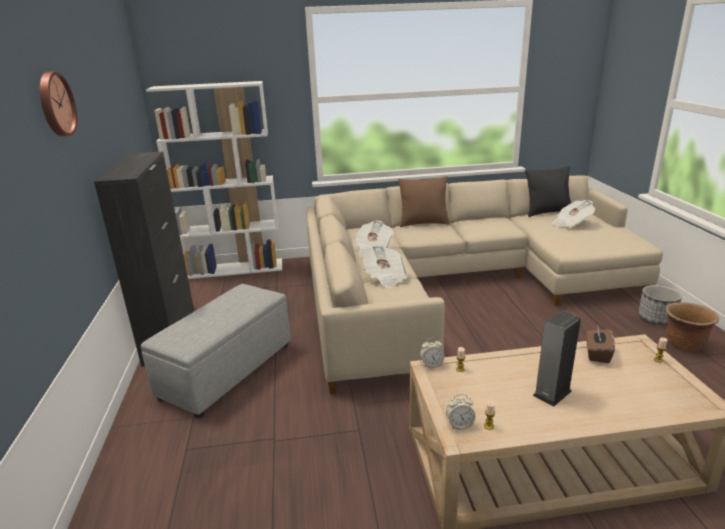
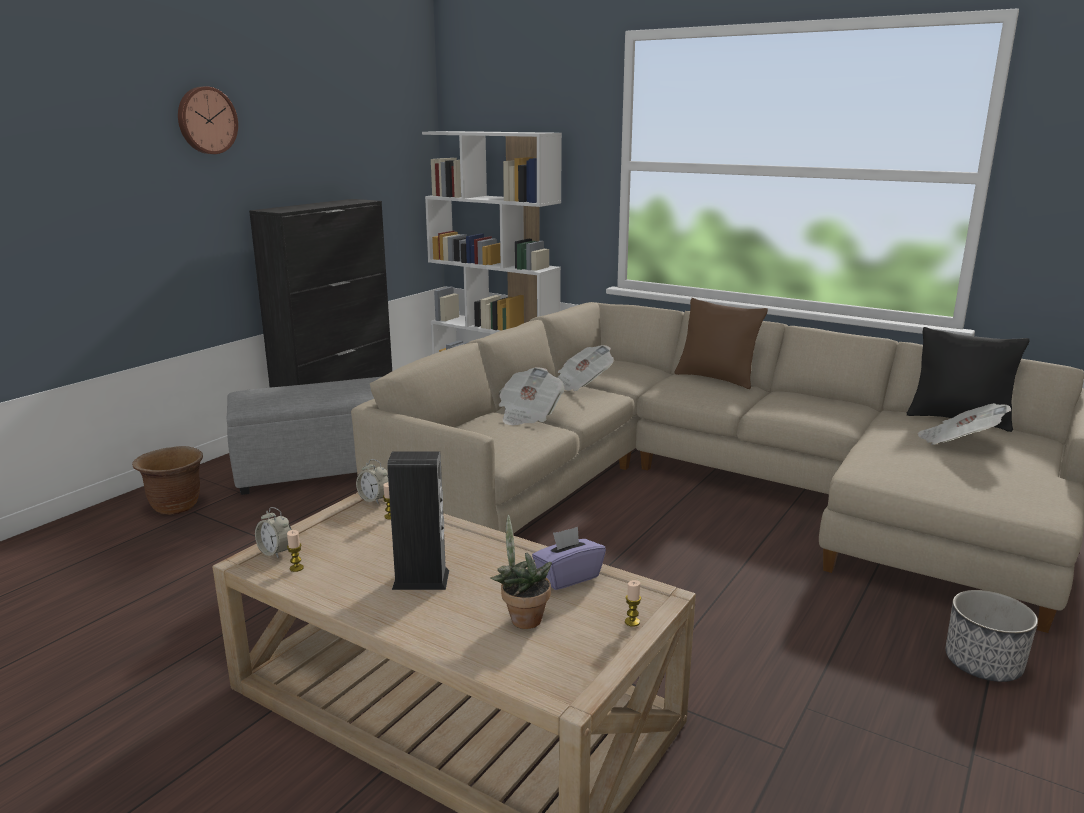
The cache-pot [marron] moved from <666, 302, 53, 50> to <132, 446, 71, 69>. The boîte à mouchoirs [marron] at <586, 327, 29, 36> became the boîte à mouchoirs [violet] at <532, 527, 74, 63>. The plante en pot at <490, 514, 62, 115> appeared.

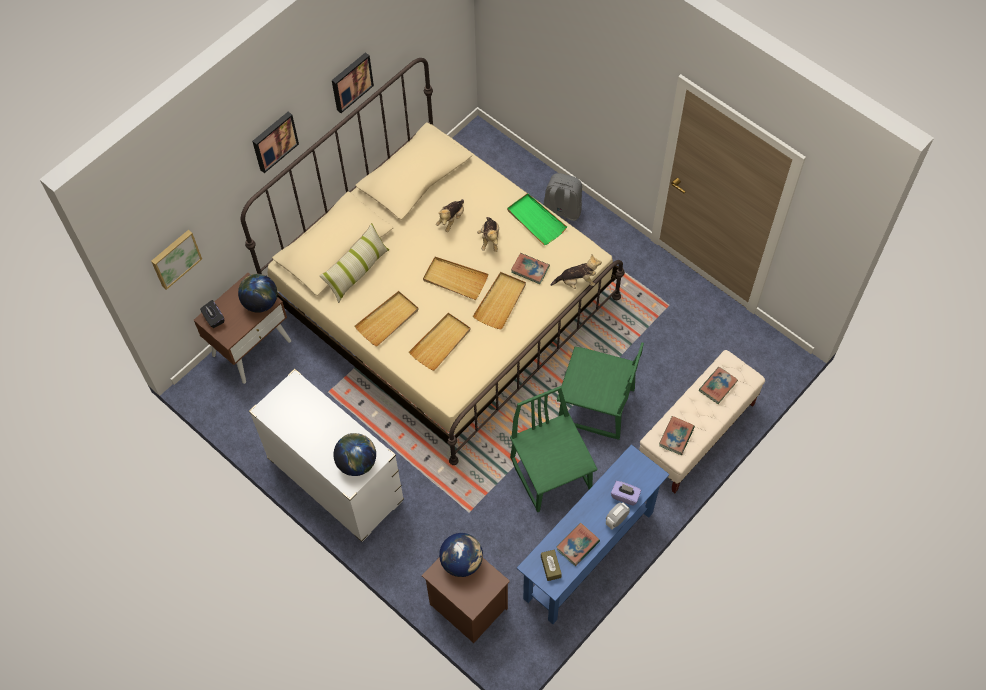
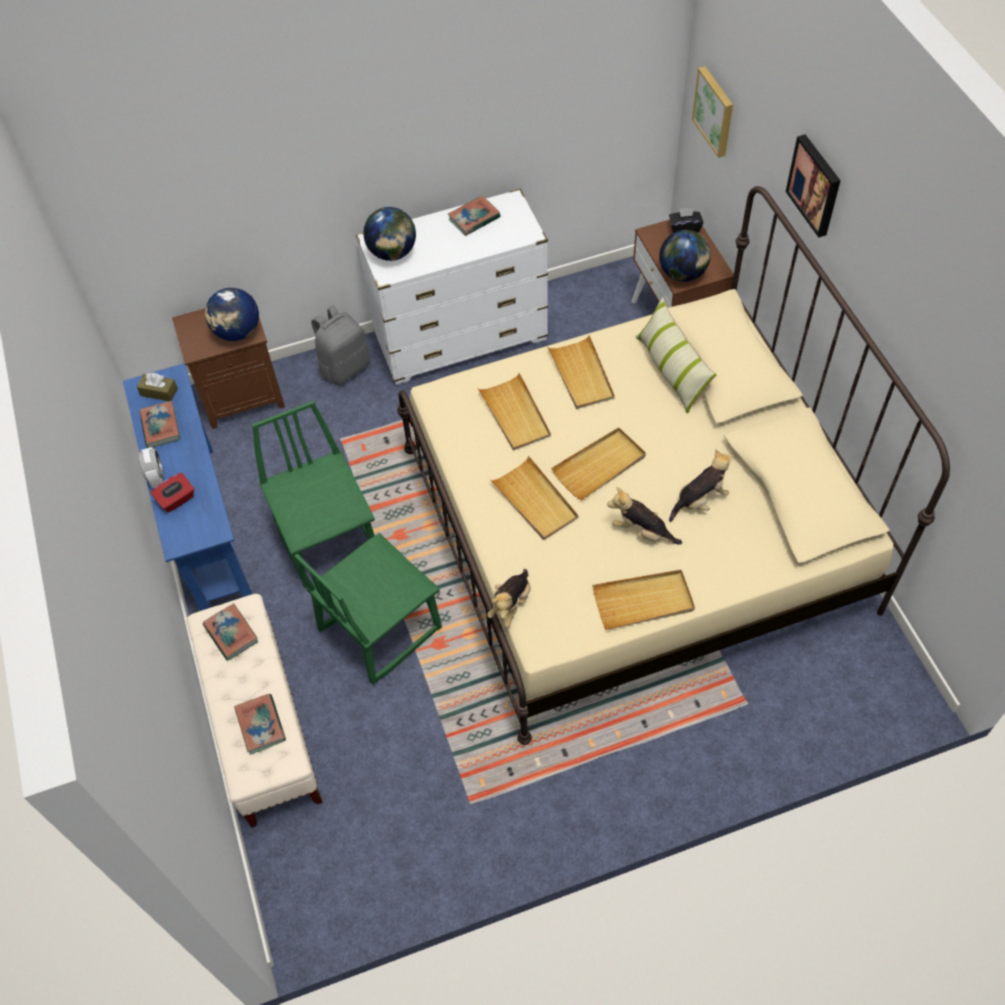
The tableau at <332, 52, 42, 61> disappeared. The sac à dos [gris] moved from <543, 173, 39, 48> to <311, 305, 59, 80>. The plateau [vert] at <507, 193, 60, 52> became the plateau [beige] at <592, 570, 103, 60>. The peluche at <436, 199, 28, 33> turned 90 degrees clockwise. The livre moved from <511, 253, 39, 31> to <448, 195, 52, 41>. The chaise [vert] at <510, 386, 87, 127> turned 120 degrees counterclockwise. The boîte à mouchoirs [violet] at <611, 481, 30, 25> became the boîte à mouchoirs [rouge] at <151, 473, 43, 40>.

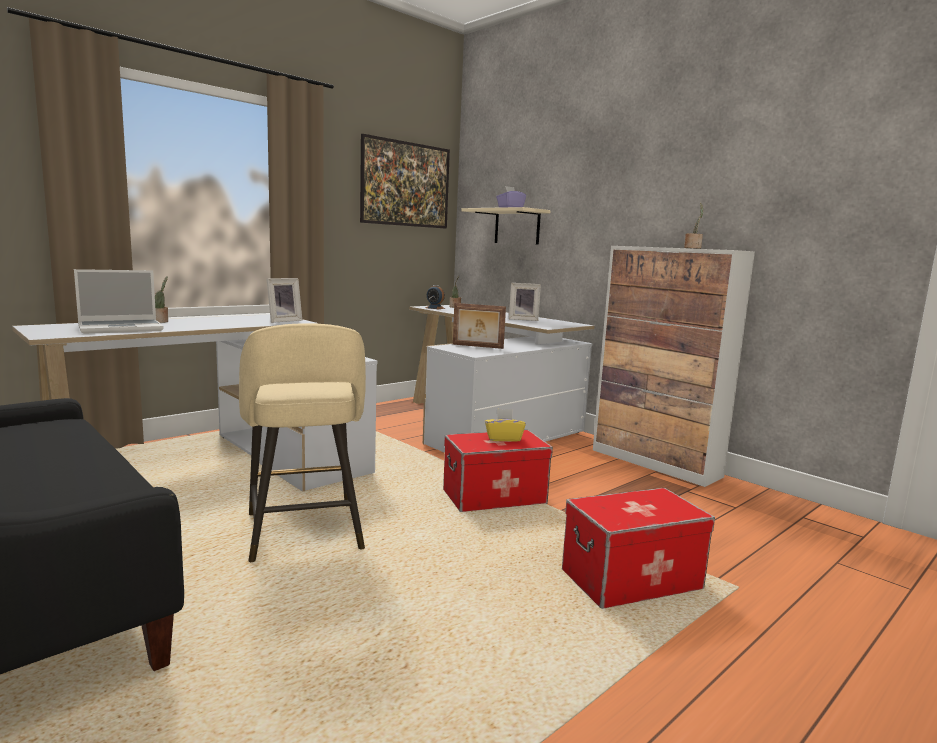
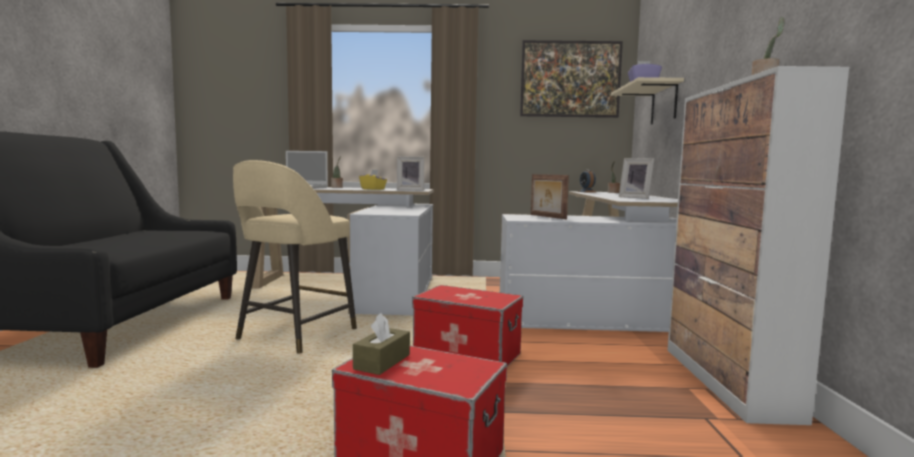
The boîte à mouchoirs [jaune] moved from <485, 409, 41, 33> to <359, 170, 28, 20>. The boîte à mouchoirs [marron] at <353, 313, 57, 62> appeared.

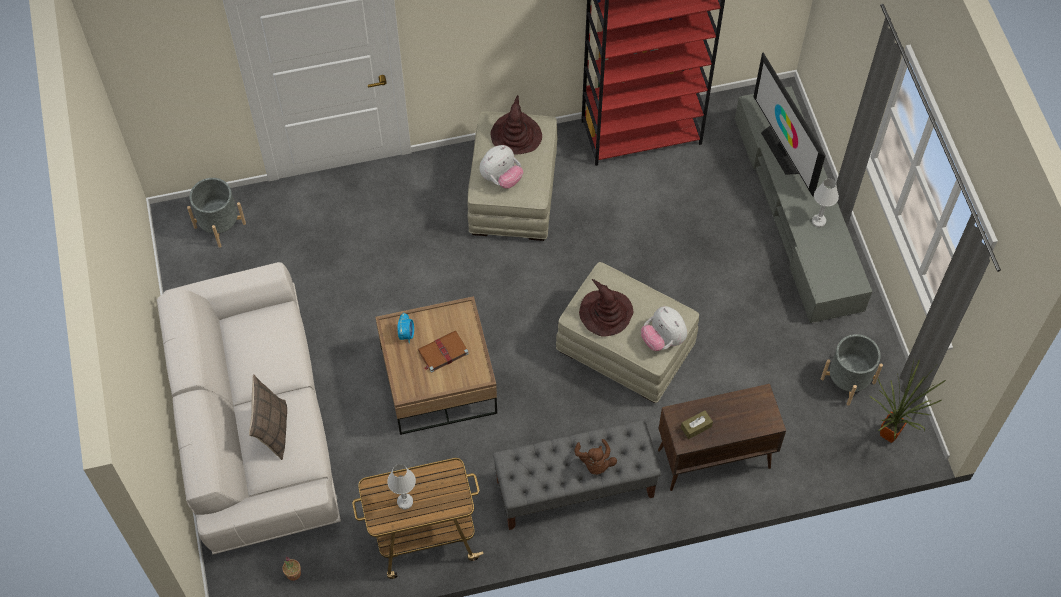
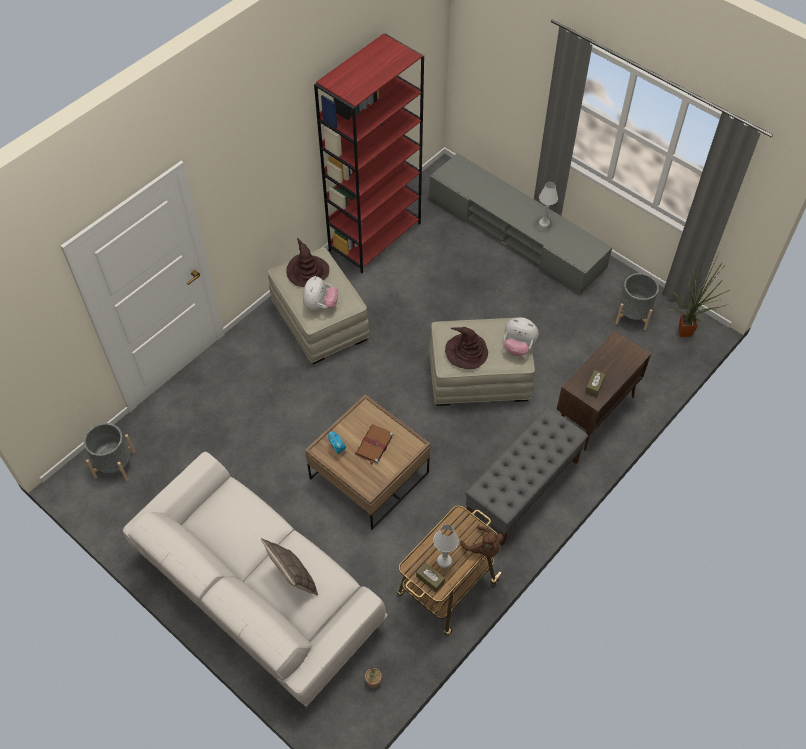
The téléviseur at <753, 52, 73, 145> disappeared. The peluche [marron] moved from <574, 439, 43, 36> to <460, 526, 43, 32>. The boîte à mouchoirs [marron] at <416, 563, 29, 29> appeared.

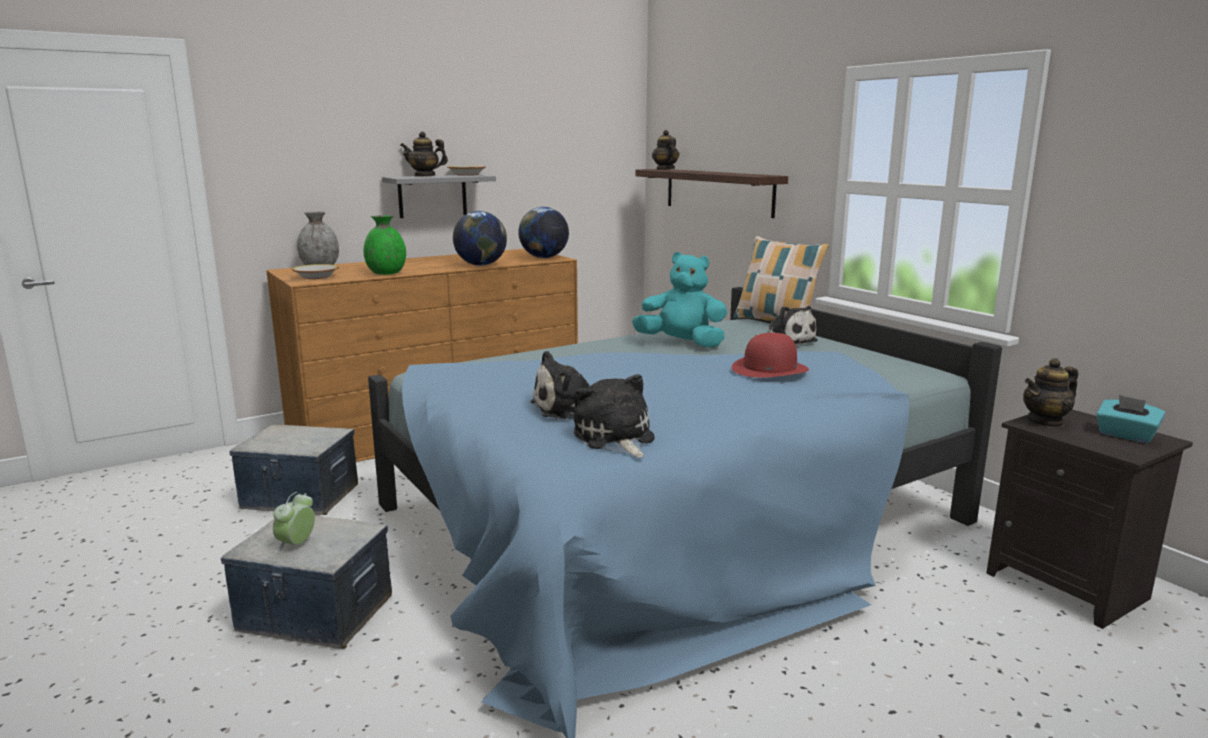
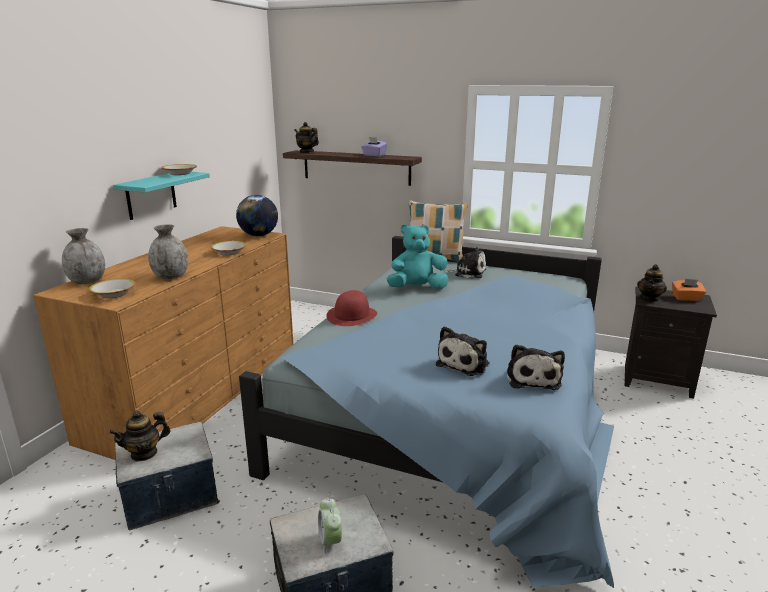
The théière moved from <400, 131, 48, 46> to <109, 411, 61, 51>. The étagère [gris] at <382, 174, 114, 44> became the étagère [turquoise] at <113, 172, 97, 48>. The globe at <453, 211, 54, 55> was replaced by the bol at <211, 241, 36, 14>. The vase [vert] at <364, 215, 42, 60> became the vase [gris] at <148, 224, 40, 55>. The chapeau [rouge] moved from <732, 333, 77, 45> to <326, 290, 51, 36>. The peluche at <573, 374, 82, 84> turned 120 degrees counterclockwise. The boîte à mouchoirs [turquoise] at <1096, 395, 70, 48> became the boîte à mouchoirs [orange] at <672, 279, 34, 22>. The boîte à mouchoirs [violet] at <361, 137, 27, 20> appeared.

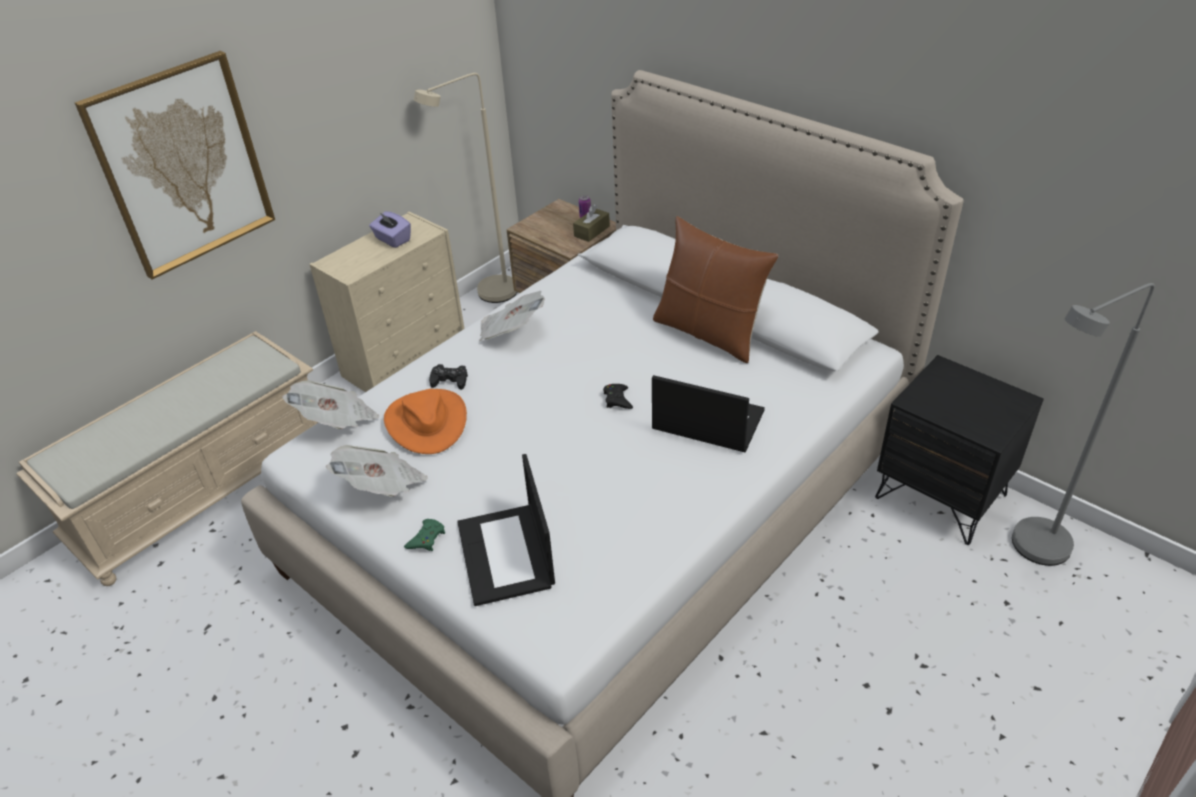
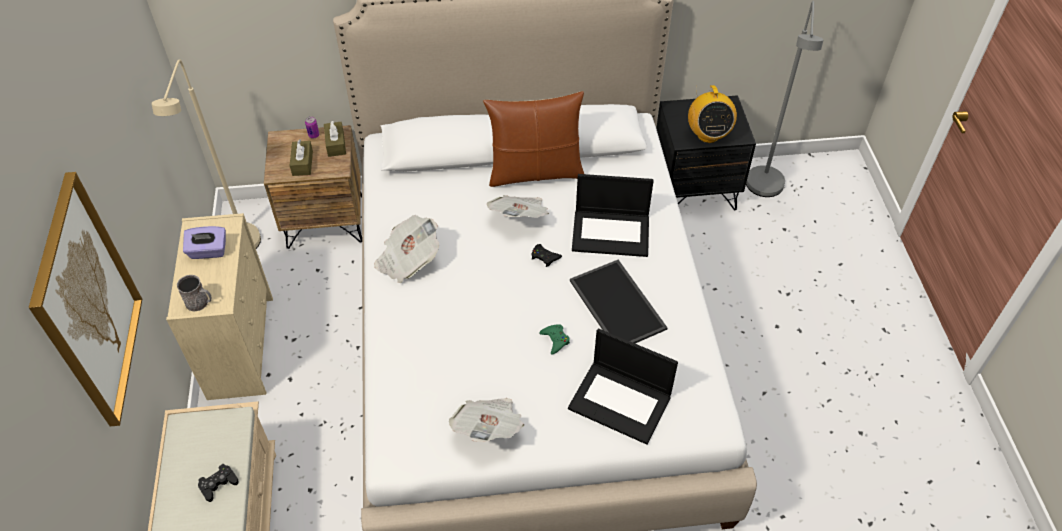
The manette [noir] moved from <429, 364, 39, 26> to <198, 464, 41, 38>. The ordinateur portable at <652, 375, 113, 77> turned 150 degrees counterclockwise. The journal moved from <282, 380, 97, 49> to <487, 195, 62, 23>. The chapeau [orange] at <384, 389, 83, 65> disappeared. The manette [vert] moved from <404, 519, 41, 32> to <539, 324, 31, 30>. The radio at <688, 85, 49, 58> appeared. The boîte à mouchoirs [marron] at <289, 140, 24, 36> appeared. The plateau at <570, 260, 97, 83> appeared. The mug [gris] at <177, 275, 34, 37> appeared.

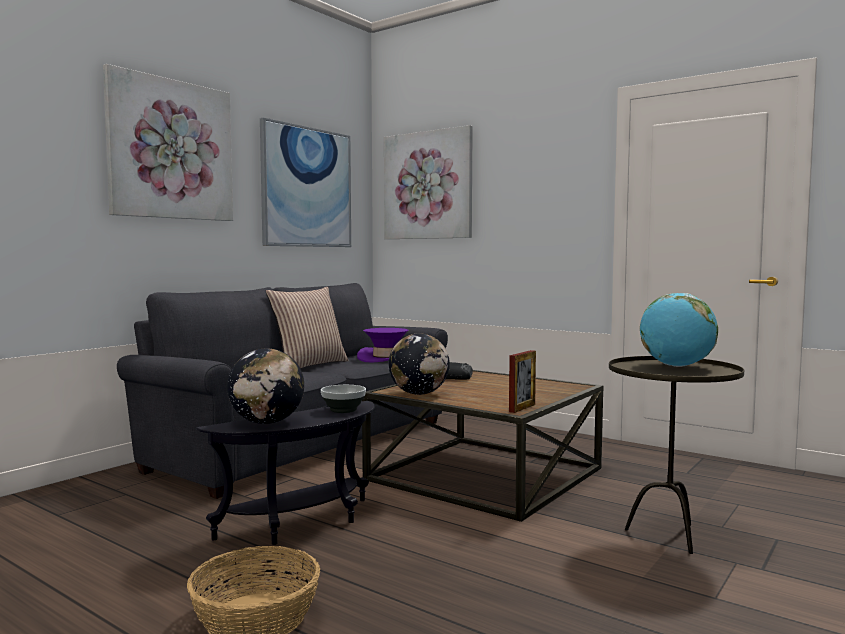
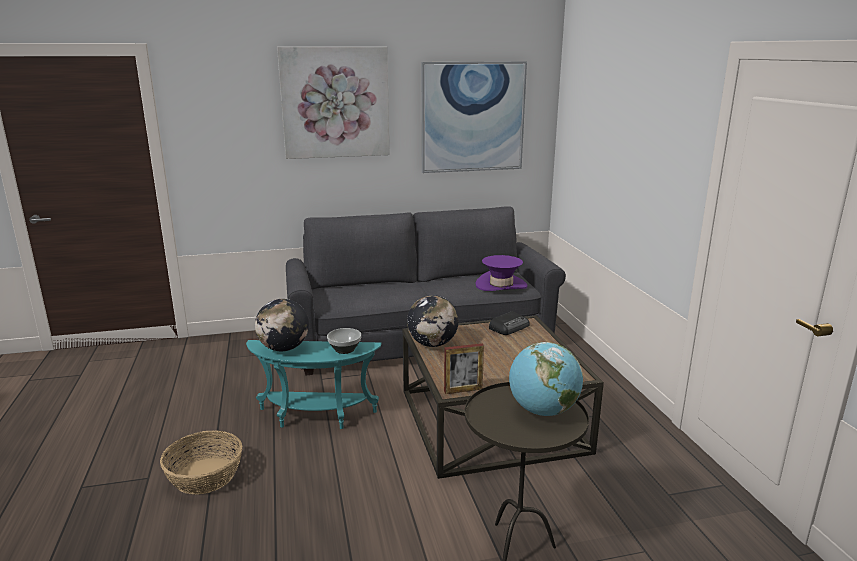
The tableau at <384, 125, 89, 114> disappeared. The coussin at <266, 287, 83, 81> disappeared. The table d'appoint [noir] at <197, 401, 177, 144> became the table d'appoint [turquoise] at <246, 340, 135, 89>.

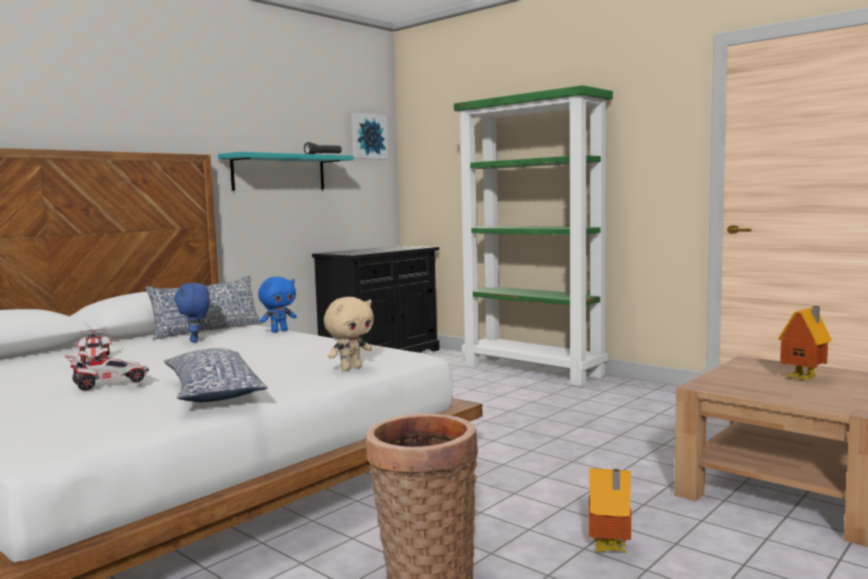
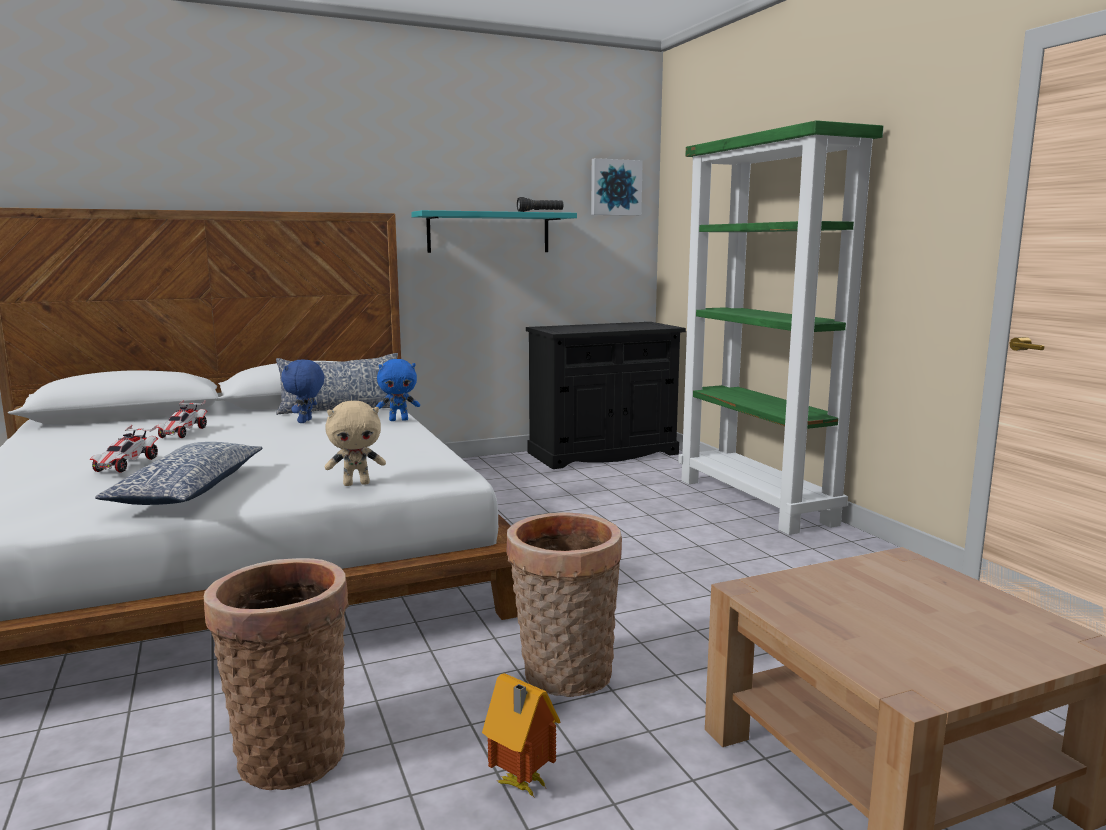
The maison miniature at <778, 306, 54, 75> disappeared. The petite voiture at <64, 355, 85, 36> turned 105 degrees clockwise. The panier at <506, 512, 116, 185> appeared.

